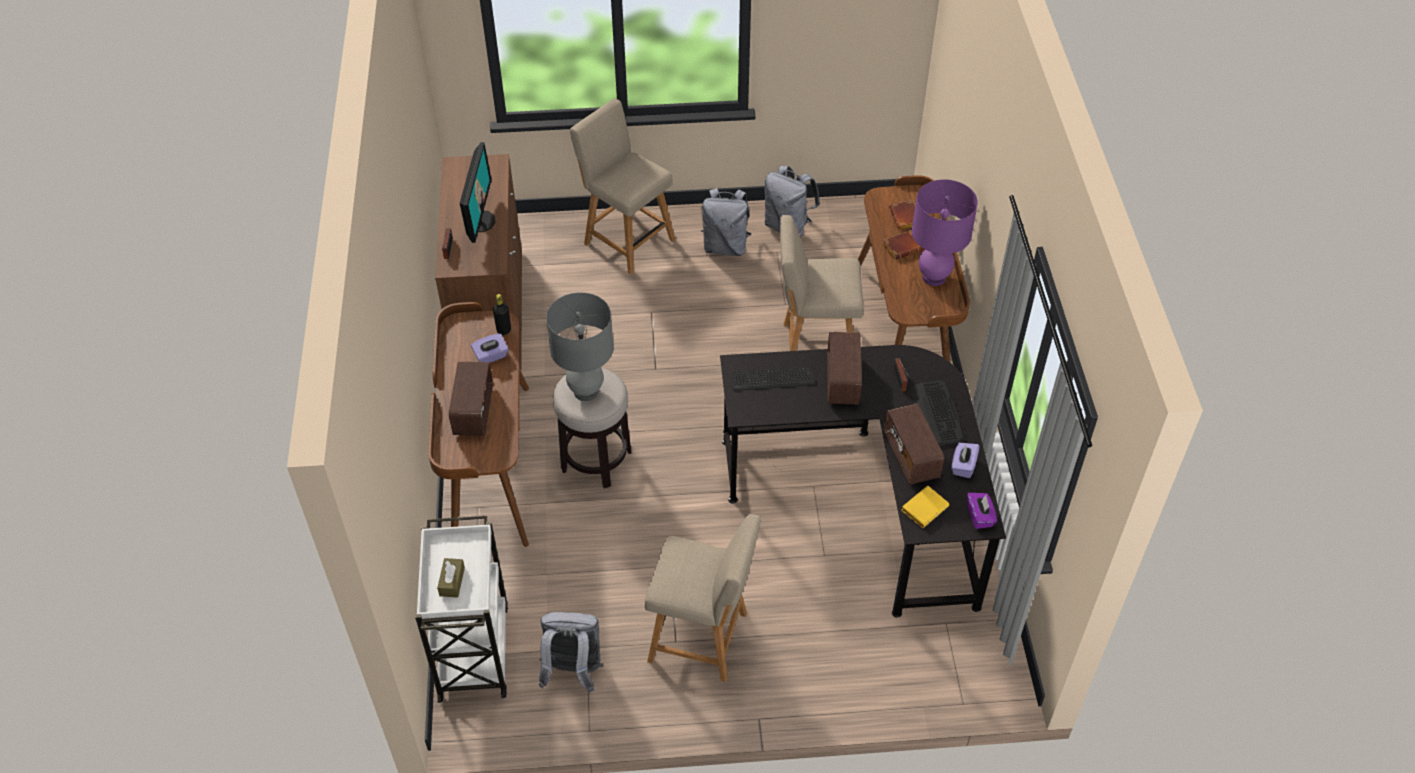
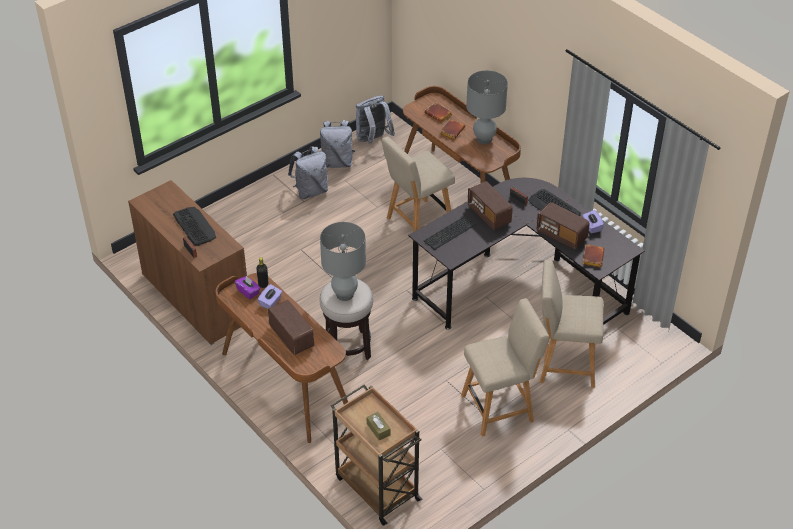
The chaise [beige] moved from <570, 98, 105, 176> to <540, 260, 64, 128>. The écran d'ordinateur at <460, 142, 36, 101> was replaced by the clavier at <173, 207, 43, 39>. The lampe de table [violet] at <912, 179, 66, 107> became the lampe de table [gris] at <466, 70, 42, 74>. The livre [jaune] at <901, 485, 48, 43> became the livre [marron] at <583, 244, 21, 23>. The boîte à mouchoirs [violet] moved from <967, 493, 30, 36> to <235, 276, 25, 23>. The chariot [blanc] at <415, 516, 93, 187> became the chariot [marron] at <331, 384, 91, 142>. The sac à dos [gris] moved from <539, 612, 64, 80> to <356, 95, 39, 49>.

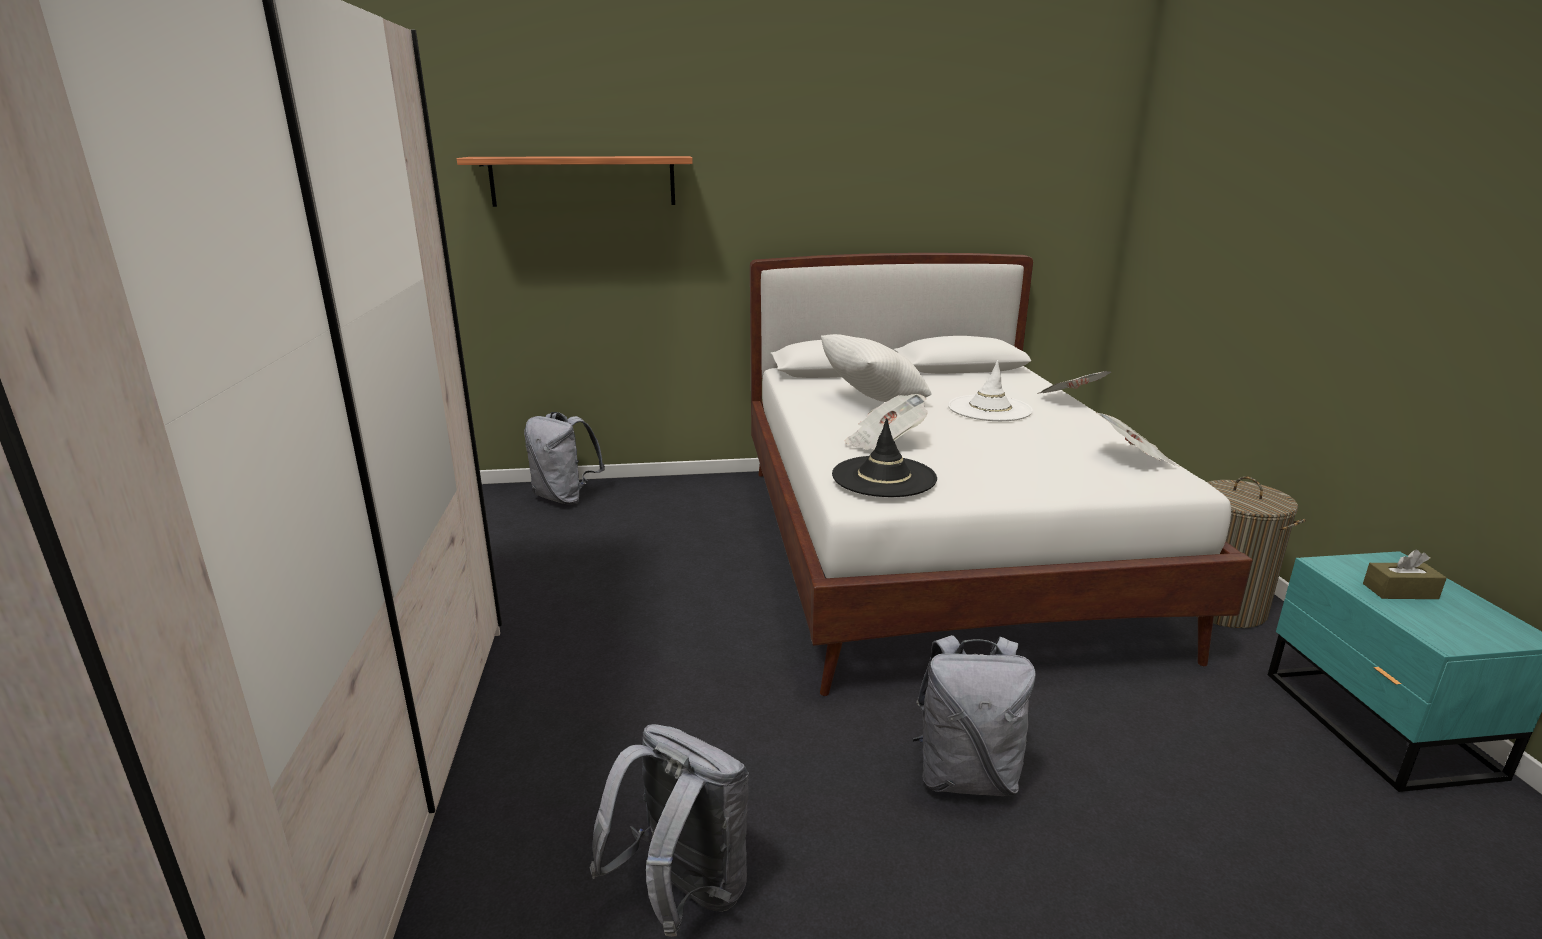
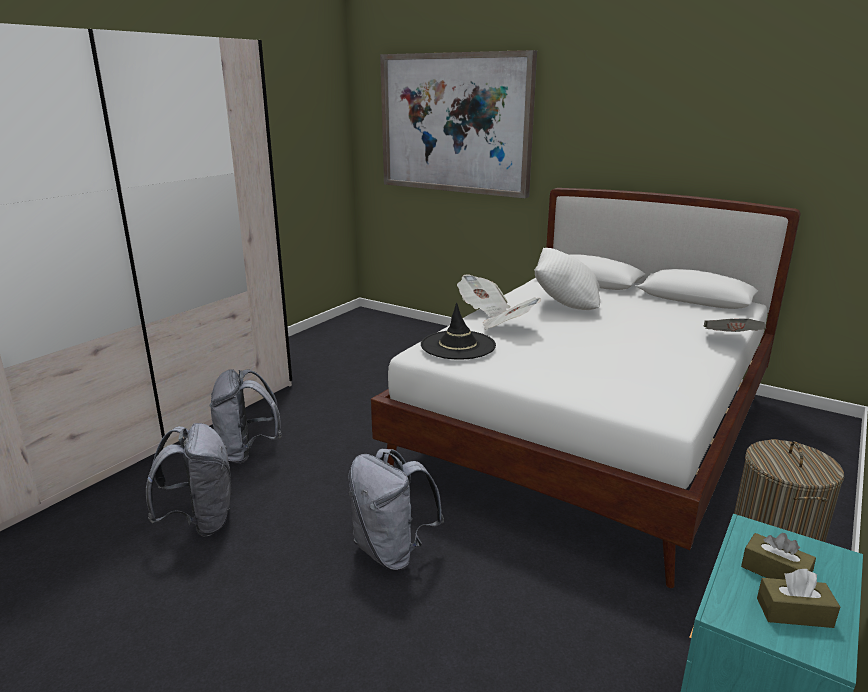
The étagère at <457, 156, 236, 51> was replaced by the tableau at <380, 50, 157, 148>. The chapeau [blanc] at <948, 360, 85, 61> disappeared. The sac à dos [gris] moved from <524, 412, 81, 92> to <209, 369, 73, 95>. The journal moved from <1096, 412, 84, 55> to <457, 274, 53, 43>. The boîte à mouchoirs [marron] at <757, 569, 83, 59> appeared.

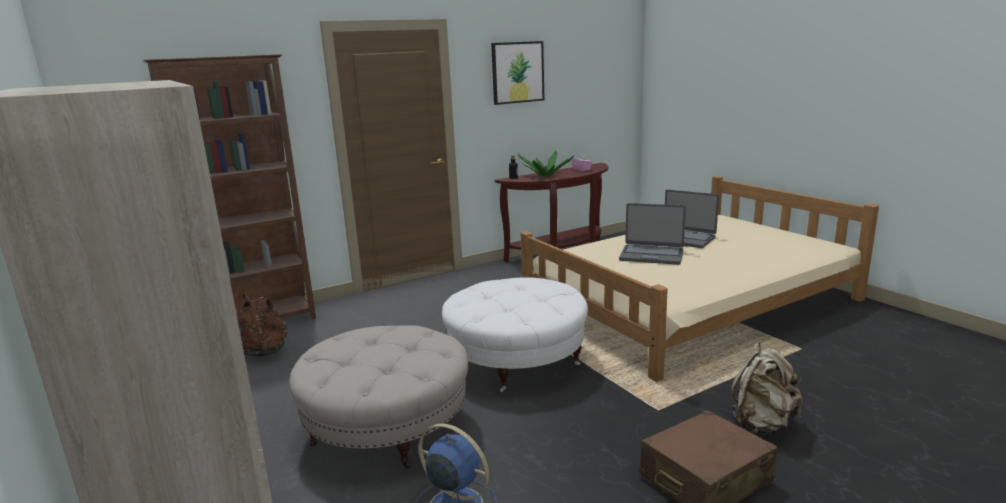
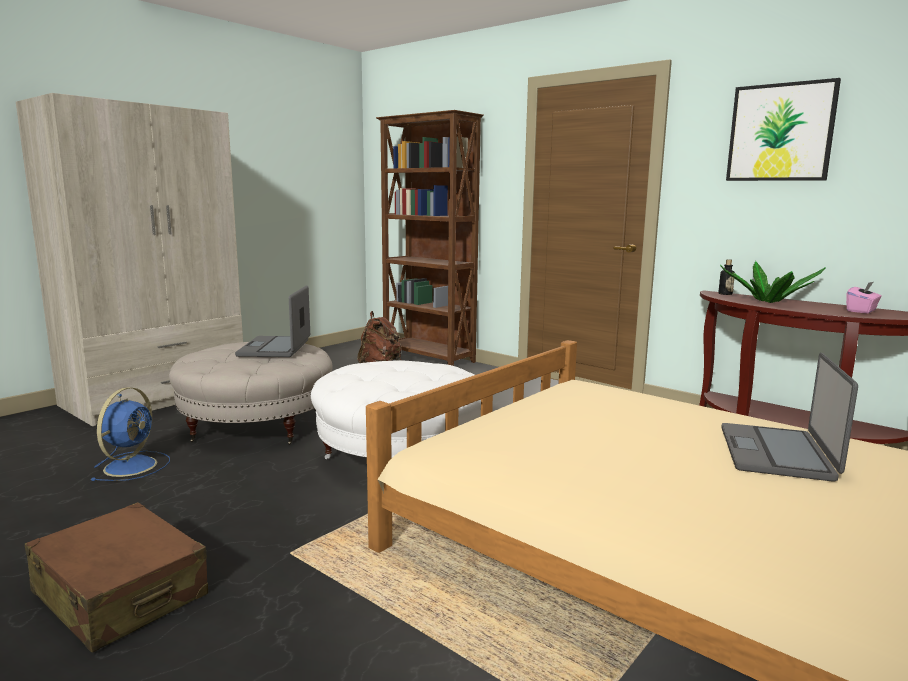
The ordinateur portable moved from <619, 203, 67, 62> to <235, 285, 75, 72>. The sac à dos [beige] at <732, 342, 70, 92> disappeared.

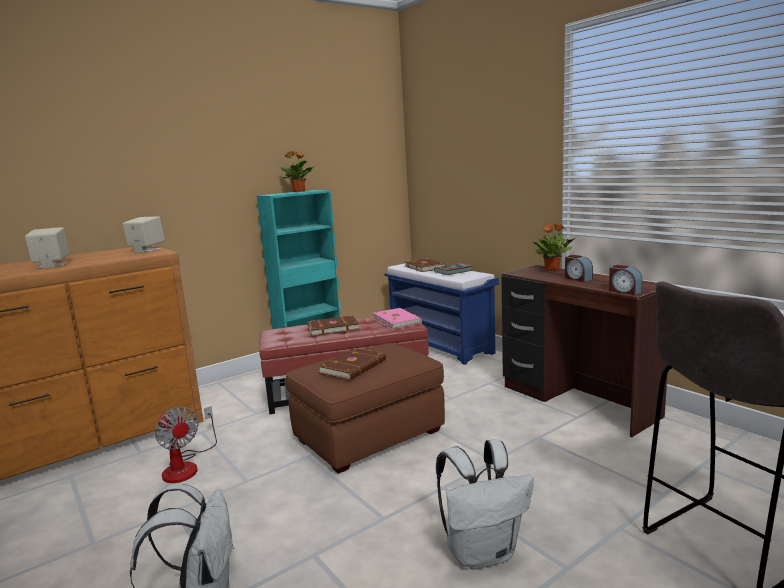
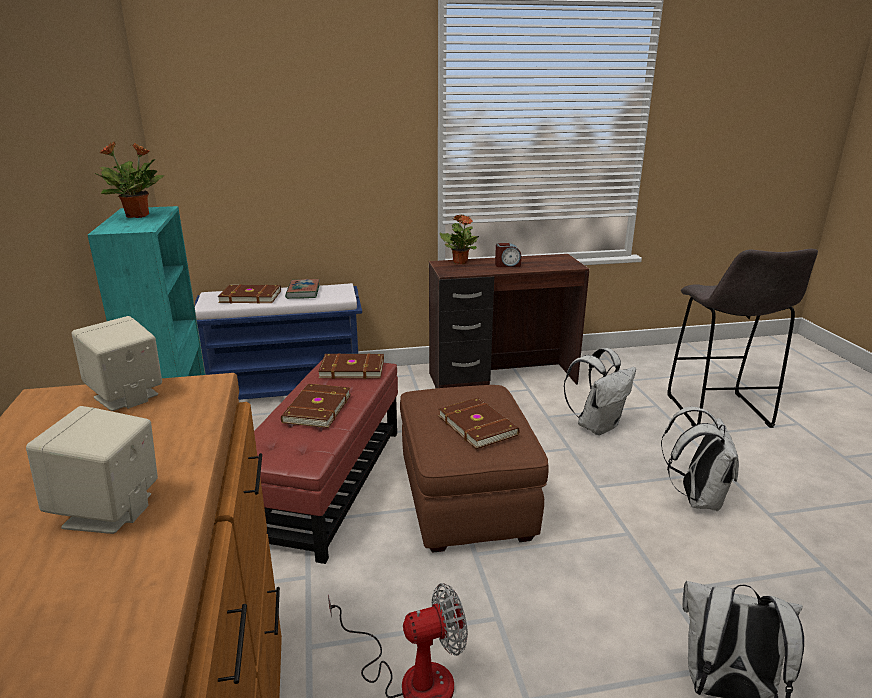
The réveil at <609, 265, 33, 30> disappeared. The livre [rose] at <373, 308, 49, 21> became the livre [marron] at <318, 353, 66, 26>. The sac à dos [blanc] at <563, 348, 73, 87> appeared.

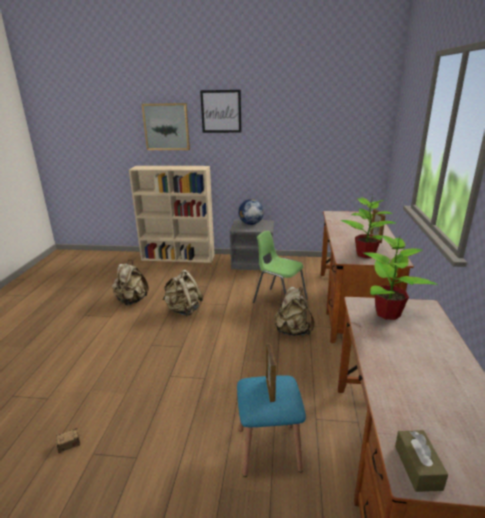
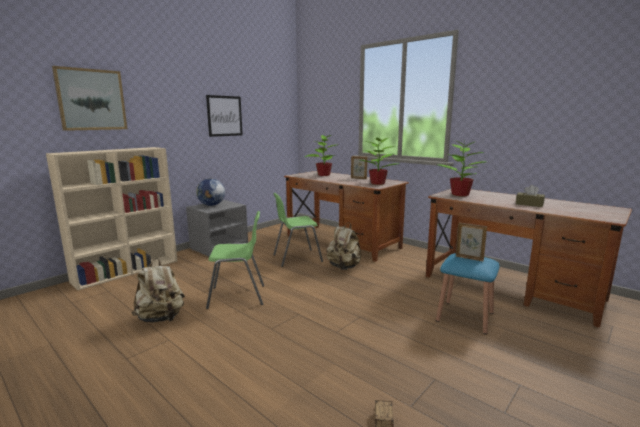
The tableau moved from <200, 90, 41, 43> to <206, 95, 37, 42>. The sac à dos [beige] at <162, 270, 41, 47> was replaced by the chaise [vert] at <206, 211, 58, 98>. The boîte à mouchoirs [marron] moved from <395, 430, 53, 62> to <516, 185, 29, 22>. The plante en pot at <304, 135, 32, 41> appeared.

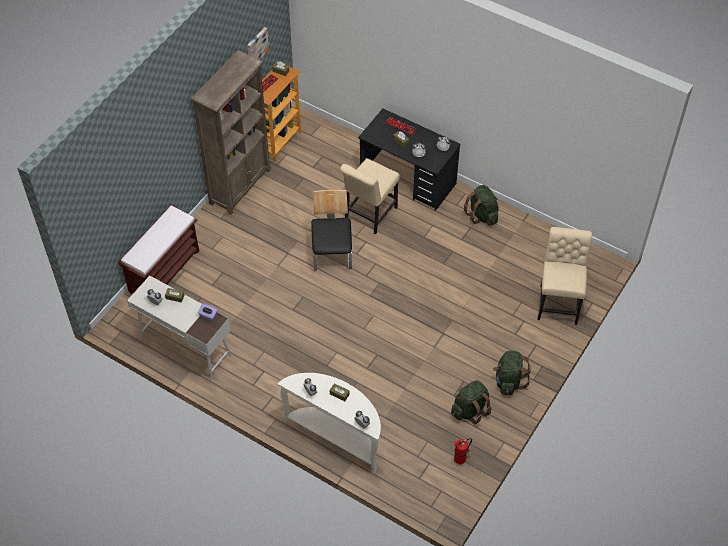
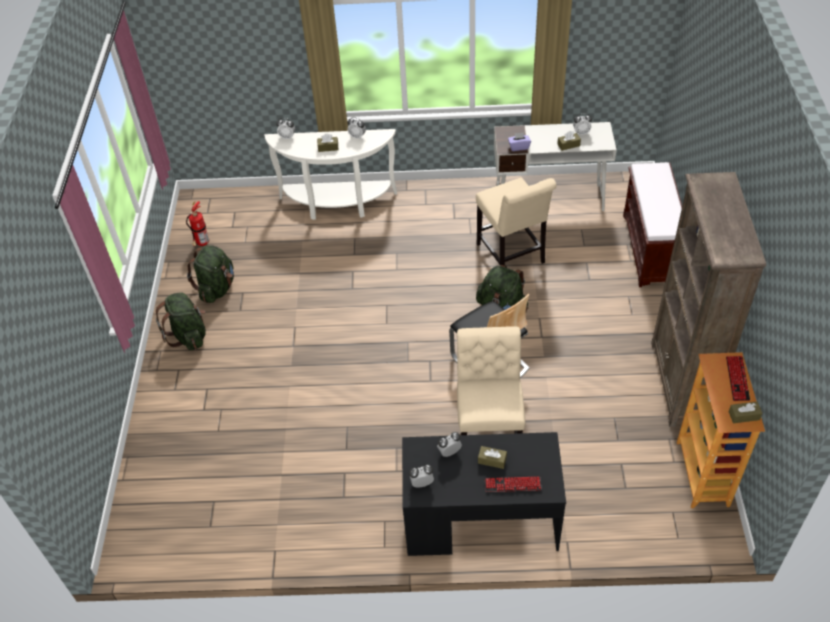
The tableau at <247, 27, 22, 33> disappeared. The sac à dos [vert] moved from <464, 185, 35, 41> to <476, 265, 52, 47>. The chaise [beige] moved from <537, 227, 55, 98> to <476, 178, 81, 88>.

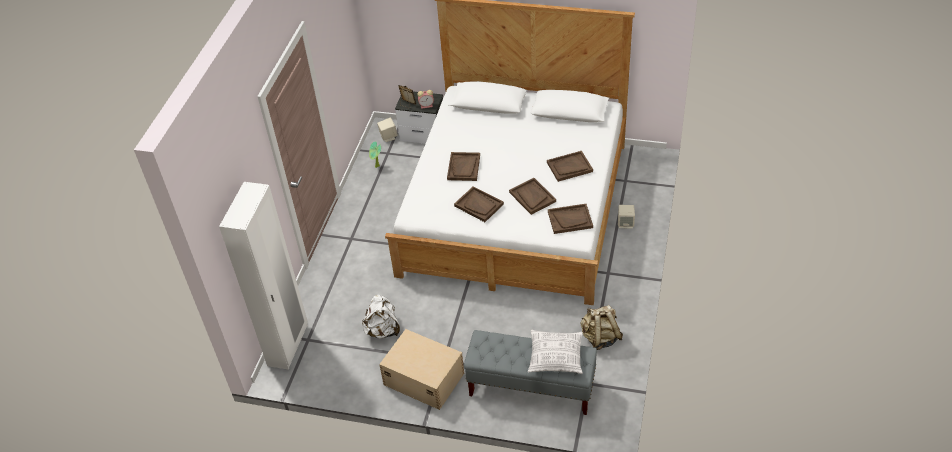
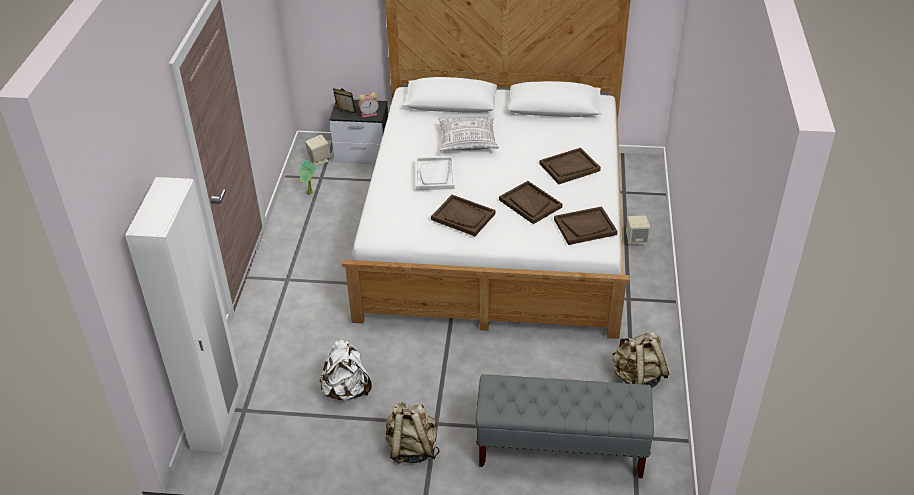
The plateau [marron] at <447, 152, 33, 29> became the plateau [blanc] at <415, 156, 40, 34>. The boîte de rangement [beige] at <379, 329, 85, 81> was replaced by the sac à dos [beige] at <385, 402, 54, 62>. The coussin moved from <528, 330, 55, 44> to <439, 116, 60, 35>.

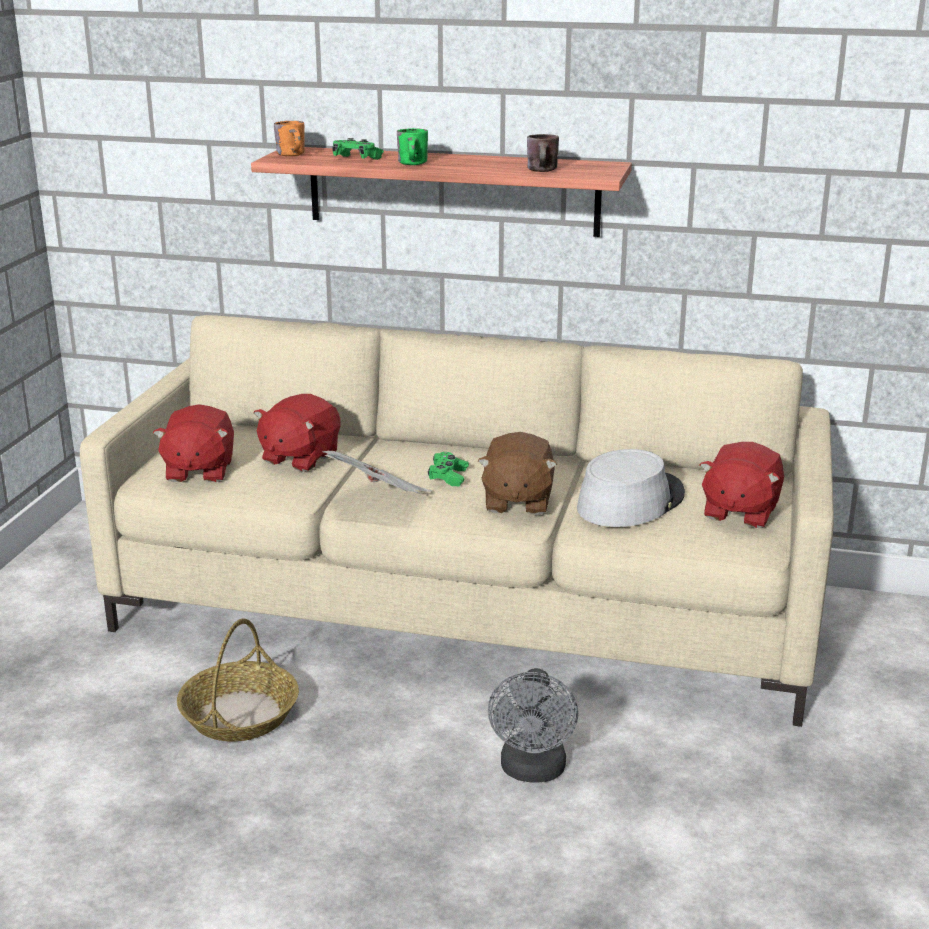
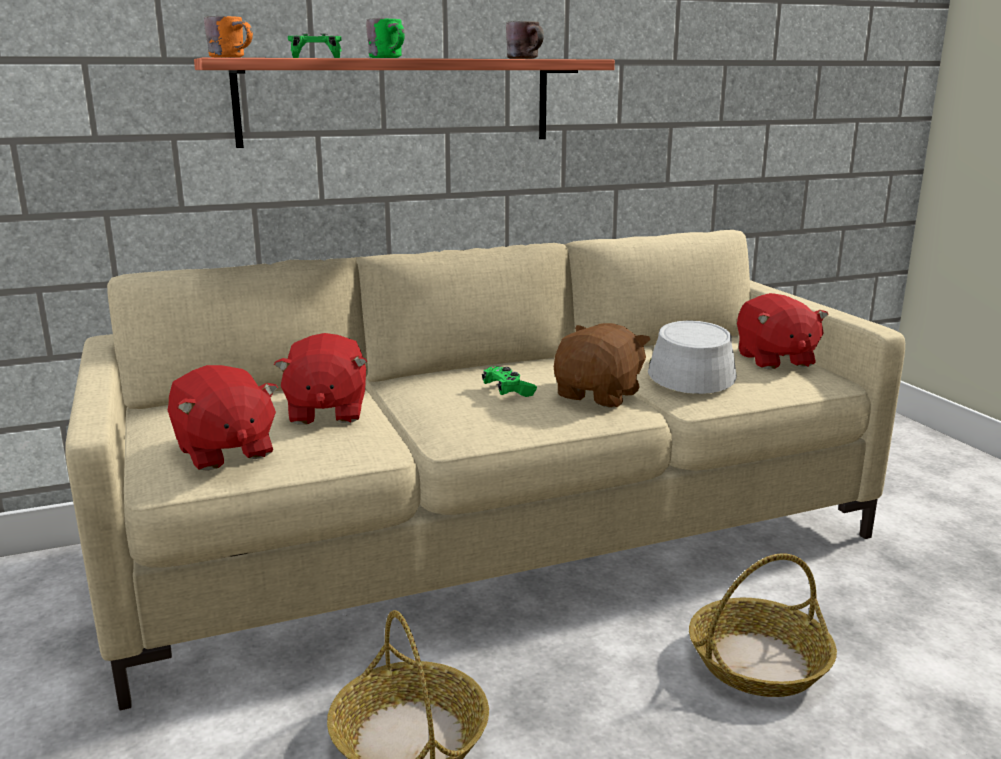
The peluche [marron] at <478, 432, 79, 83> turned 120 degrees counterclockwise. The journal at <323, 451, 110, 43> disappeared. The ventilateur [gris] at <488, 668, 90, 115> was replaced by the panier at <689, 553, 148, 144>.

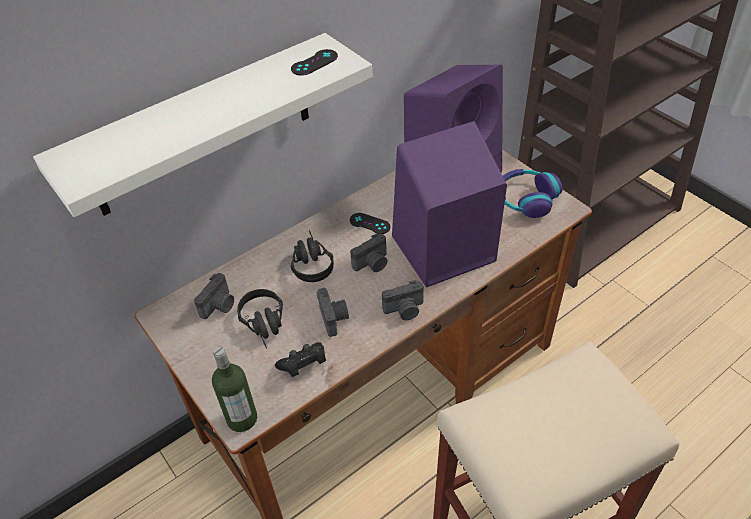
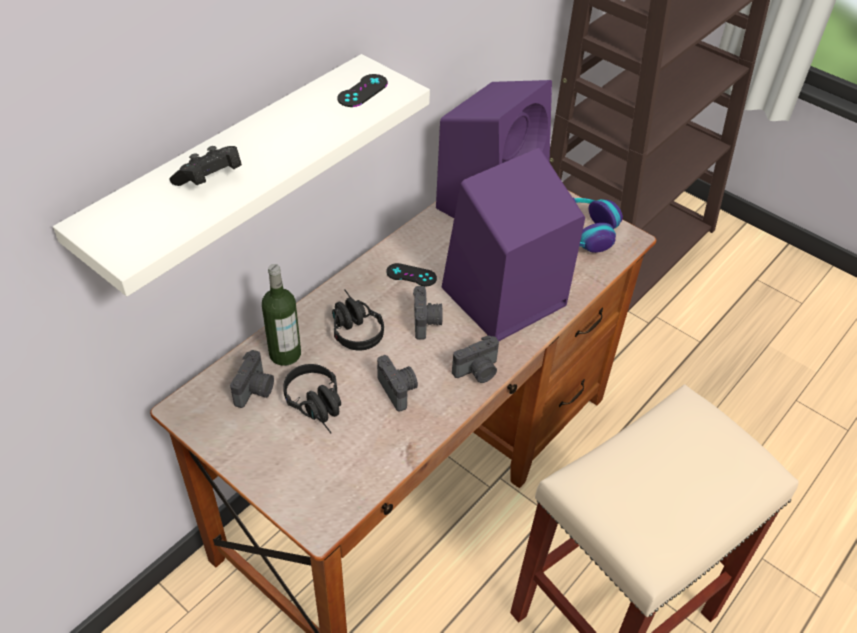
The appareil photo at <350, 233, 37, 39> turned 45 degrees counterclockwise. The manette [noir] moved from <275, 342, 51, 35> to <170, 146, 72, 40>. The bouteille moved from <212, 346, 45, 86> to <262, 264, 39, 102>.

